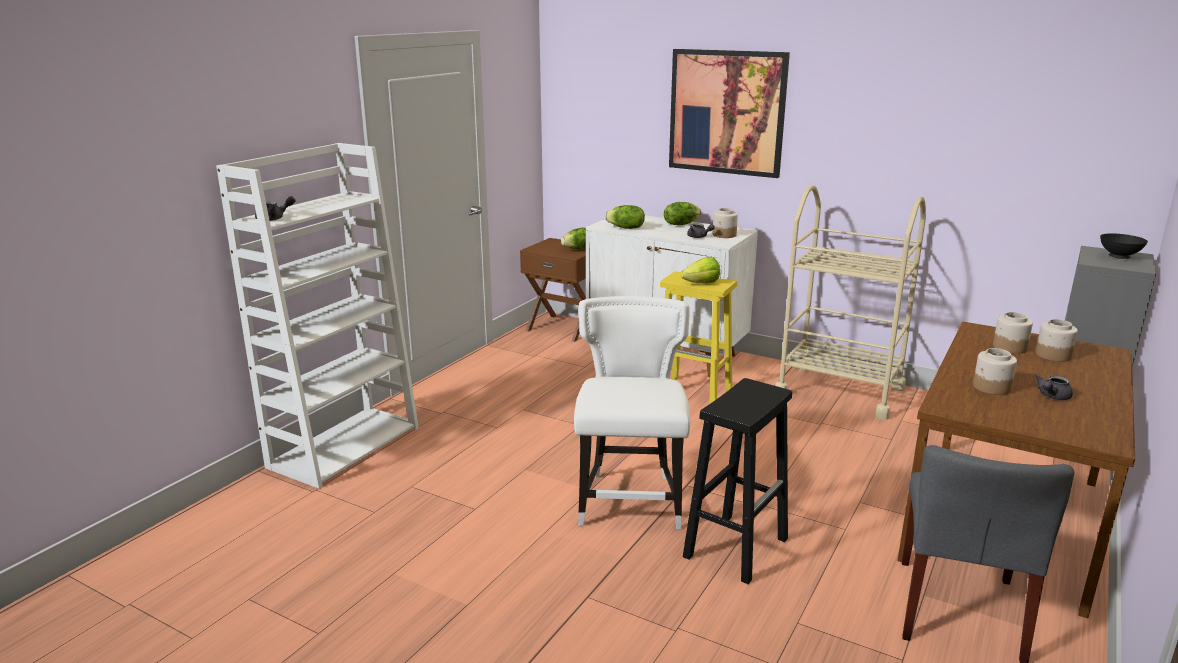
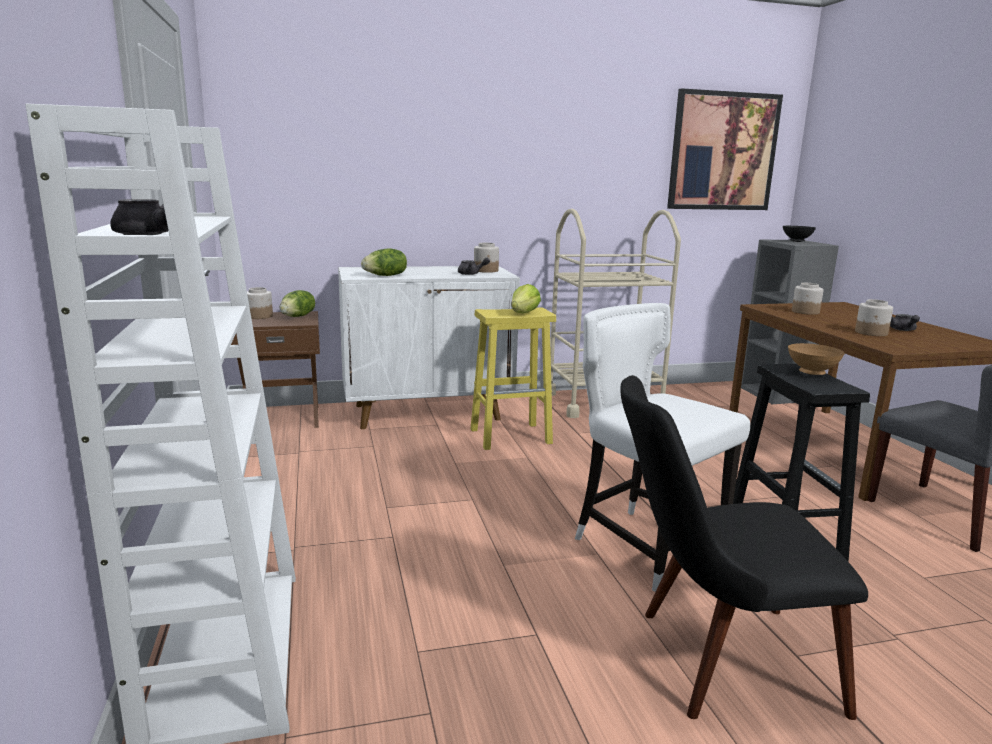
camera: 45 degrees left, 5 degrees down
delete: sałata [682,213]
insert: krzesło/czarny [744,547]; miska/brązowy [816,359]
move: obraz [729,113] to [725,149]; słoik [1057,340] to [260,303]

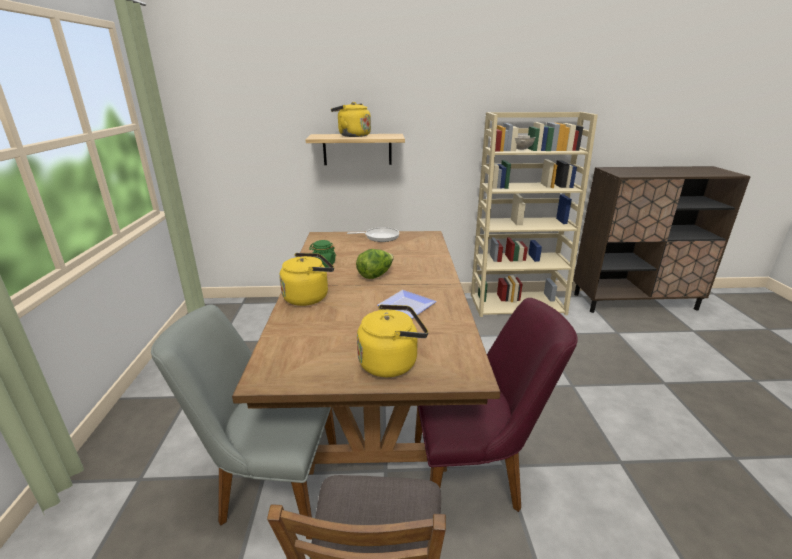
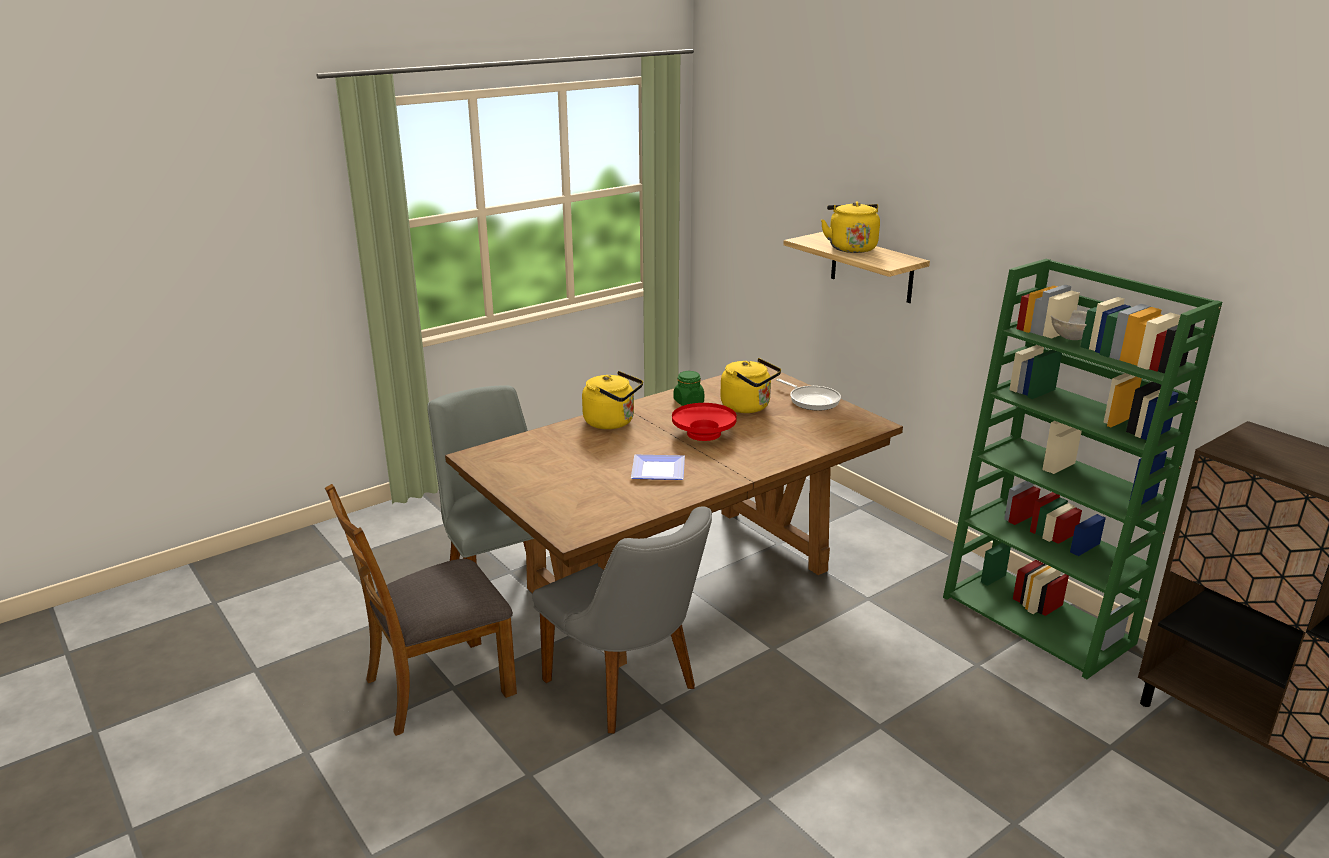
camera: 55 degrees right, 0 degrees up
move: czajnik/żółty [392,340] to [750,385]
replace: sałata [375,264] to miska/czerwony [704,422]
recolor: krzesło/fioletowy [496,405] to krzesło/szary [622,620]; regał/beżowy [534,214] to regał/zielony [1082,469]

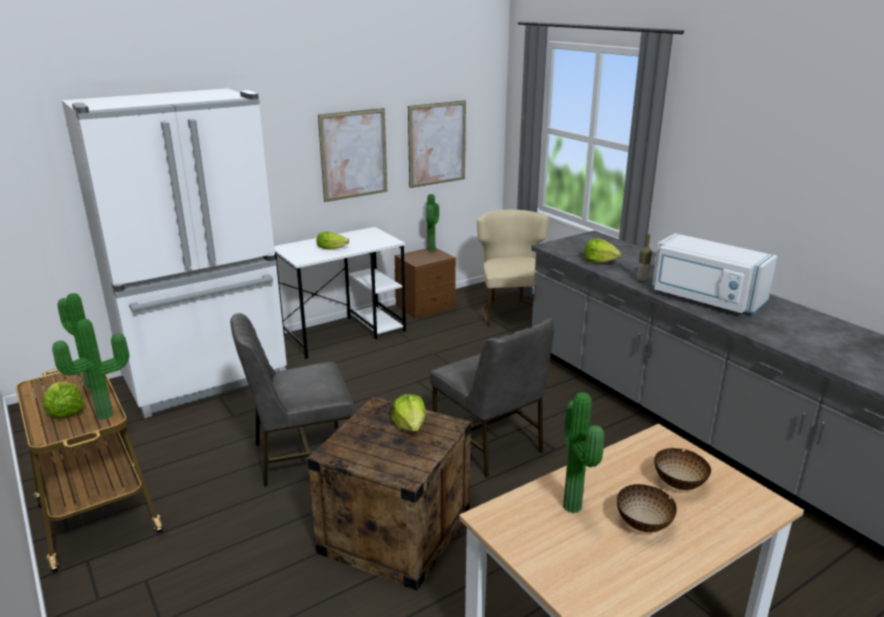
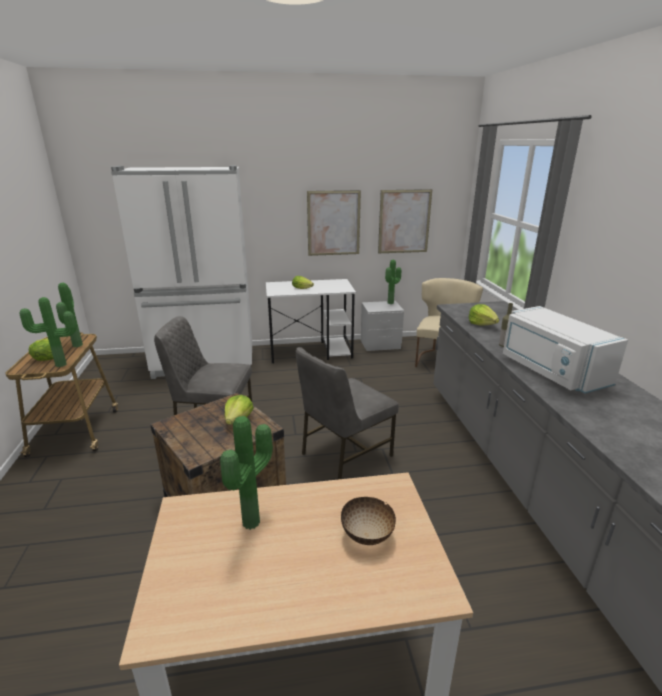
camera: 25 degrees right, 0 degrees up
delete: miska [647,508]
recolor: szafka nocna/brązowy [425,282] to szafka nocna/szary [382,326]
rotate: krzesło/szary [492,398] = [347,413] 60 degrees clockwise

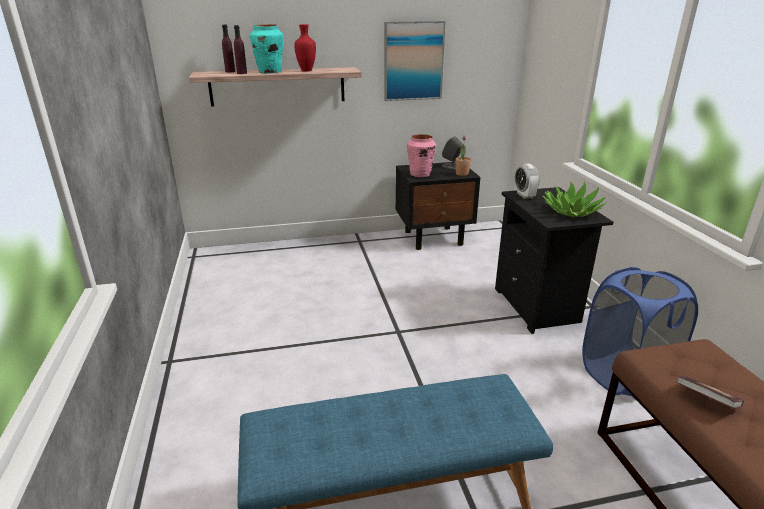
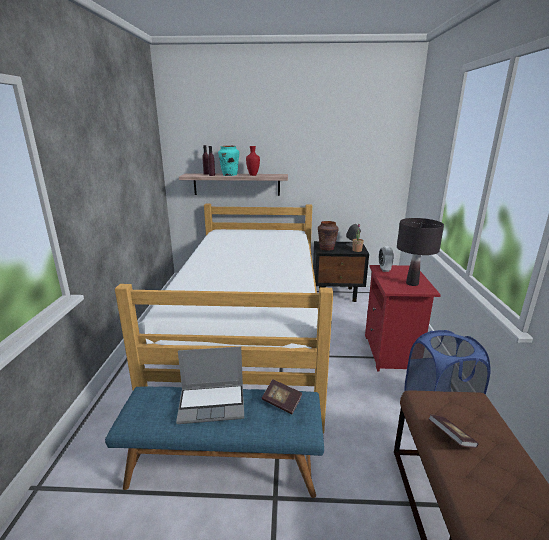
camera: 15 degrees right, 5 degrees down
delete: obraz [415,61]
insert: łóżko [224,319]; laptop [210,385]; książka [282,397]
replace: roślina doniczkowa [574,199] to lampa stołowa/czarny [420,252]
recolor: wazon/różowy [421,155] to wazon/brązowy [328,236]; szafka nocna/czarny [554,260] to szafka nocna/czerwony [403,318]

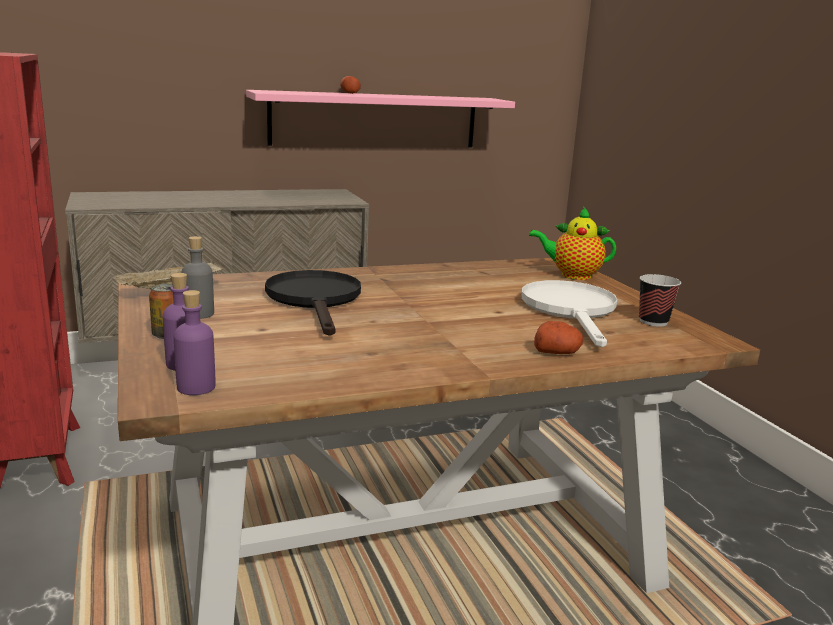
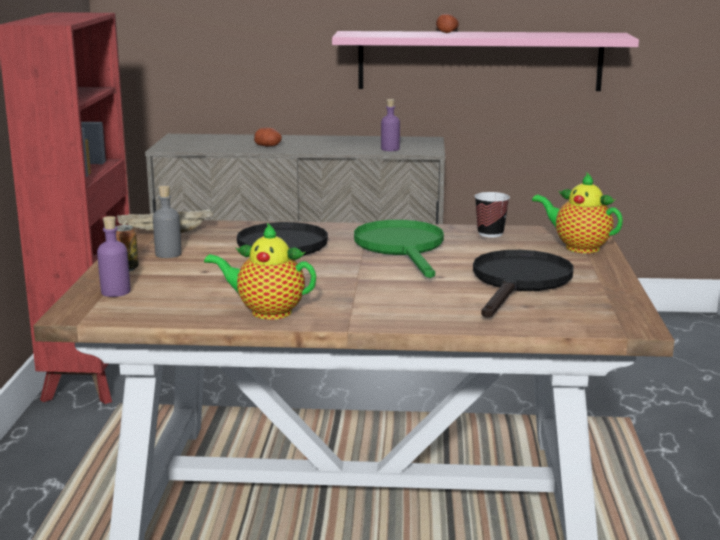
camera: 25 degrees right, 0 degrees up
insert: imbryk [260,271]; patelnia/zielony [399,249]
move: butelka/fioletowy [195,342] to [390,125]; ziemniak [558,337] to [268,136]; filiżanka [660,300] to [492,215]
recolor: patelnia/biały [569,313] to patelnia/czarny [523,284]

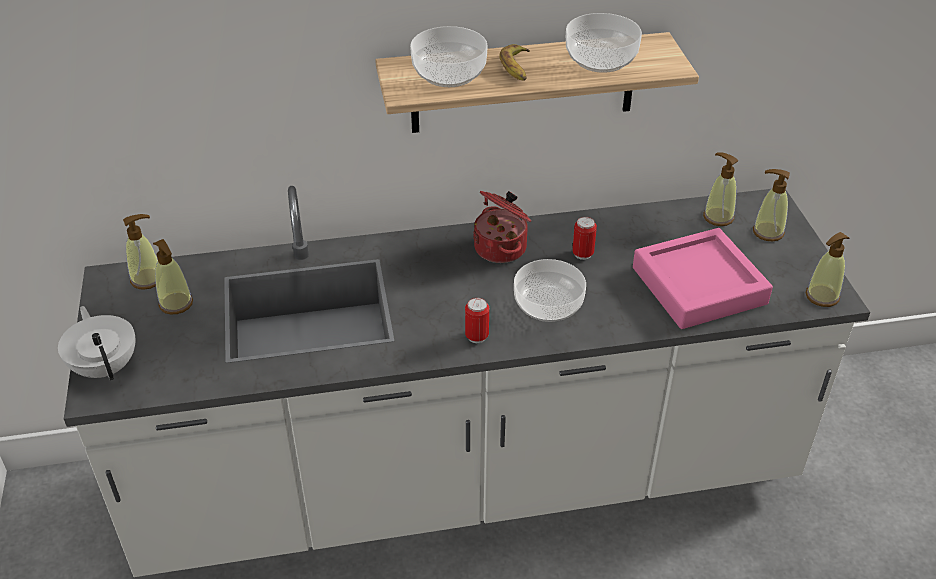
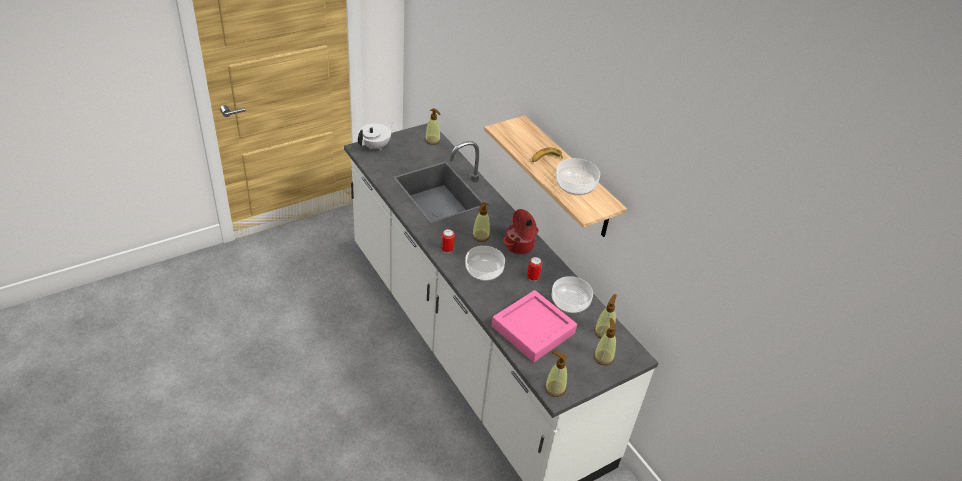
camera: 65 degrees right, 0 degrees up
move: dozownik mydła [173,276] to [481,222]; miska [449,56] to [572,294]

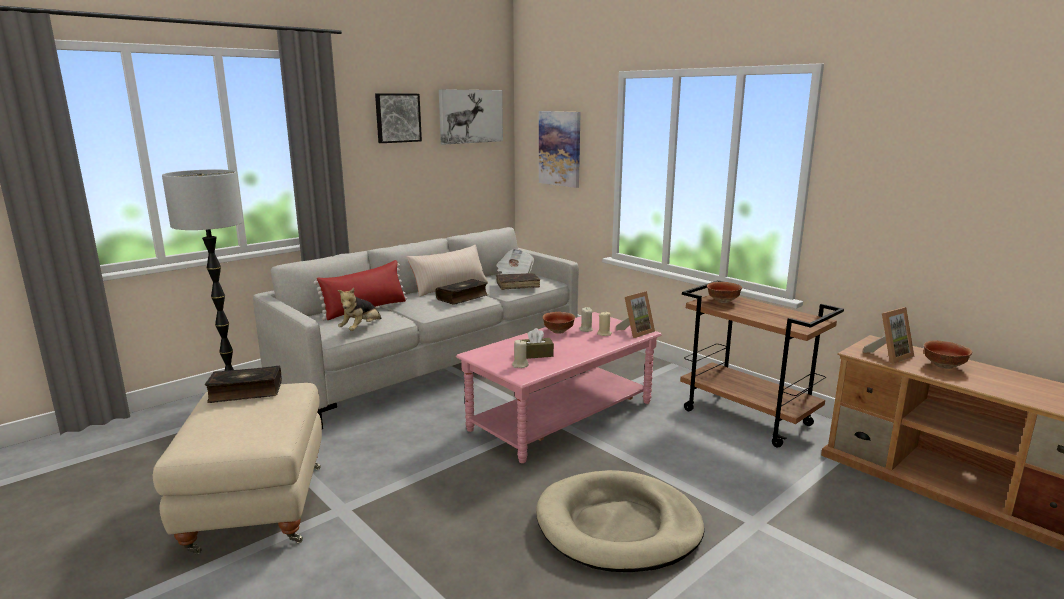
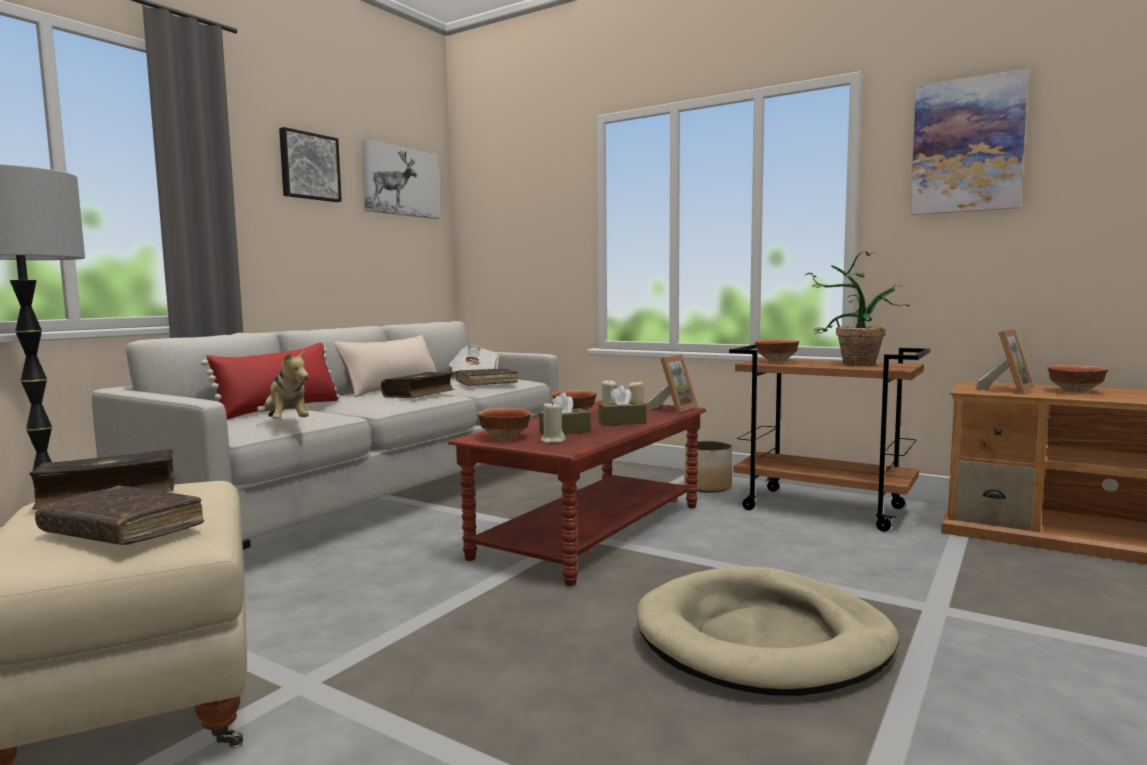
camera: 15 degrees left, 10 degrees down
insert: książka/brązowy [119,515]; miska [504,423]; pudełko chusteczek/brązowy [622,406]; donica [708,467]; roślina doniczkowa [857,308]
move: obraz [560,149] to [969,141]
recolor: ława/różowy [559,387] to ława/brązowy [577,493]
rotate: pluszak [360,309] = [283,384] 45 degrees counterclockwise

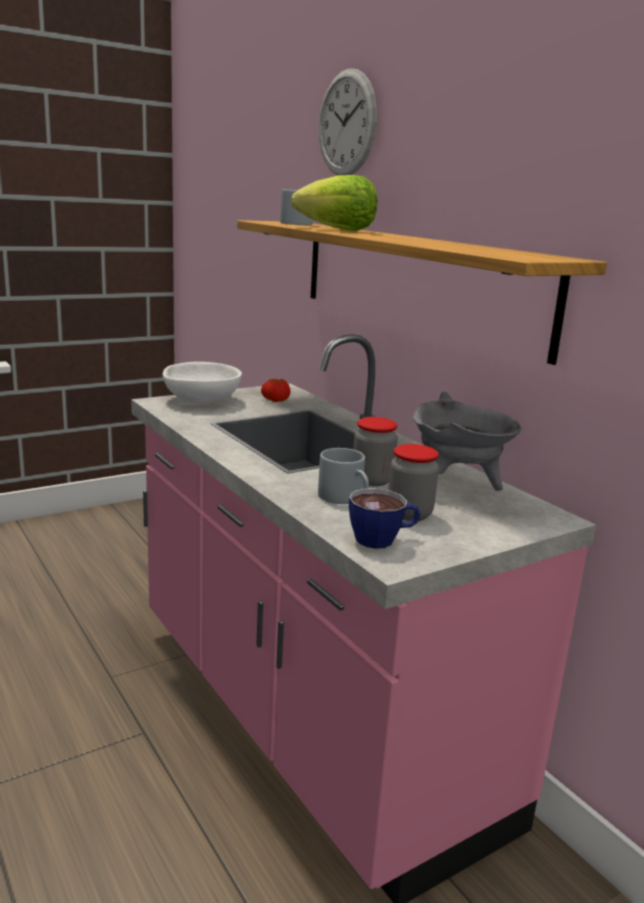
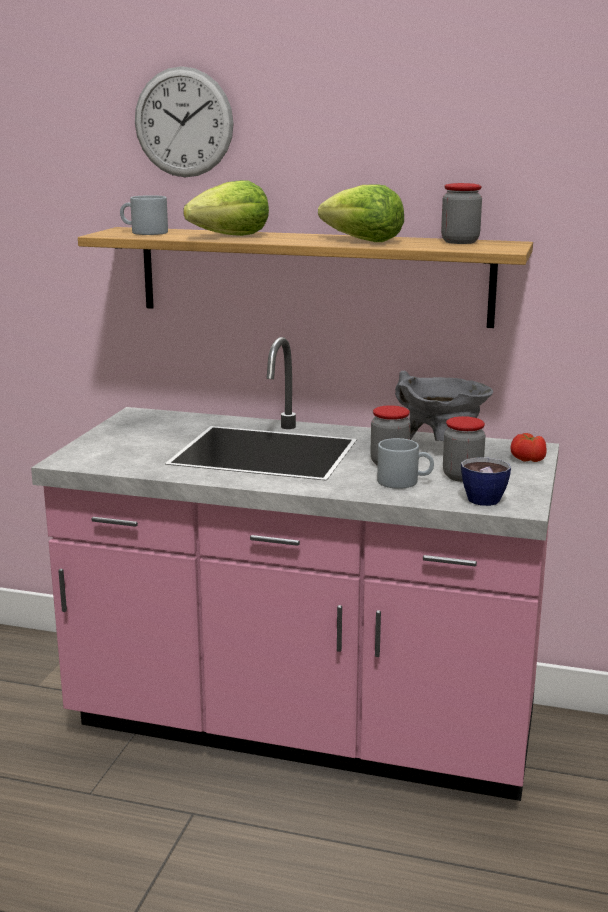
camera: 40 degrees left, 0 degrees up
delete: miska/biały [202,382]
insert: sałata [361,213]; słoik [461,213]
move: pomidor [276,390] to [529,447]

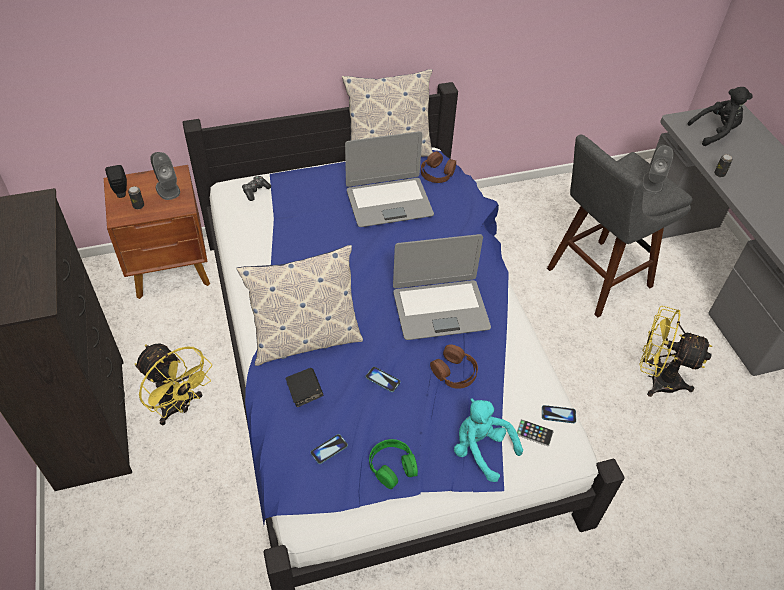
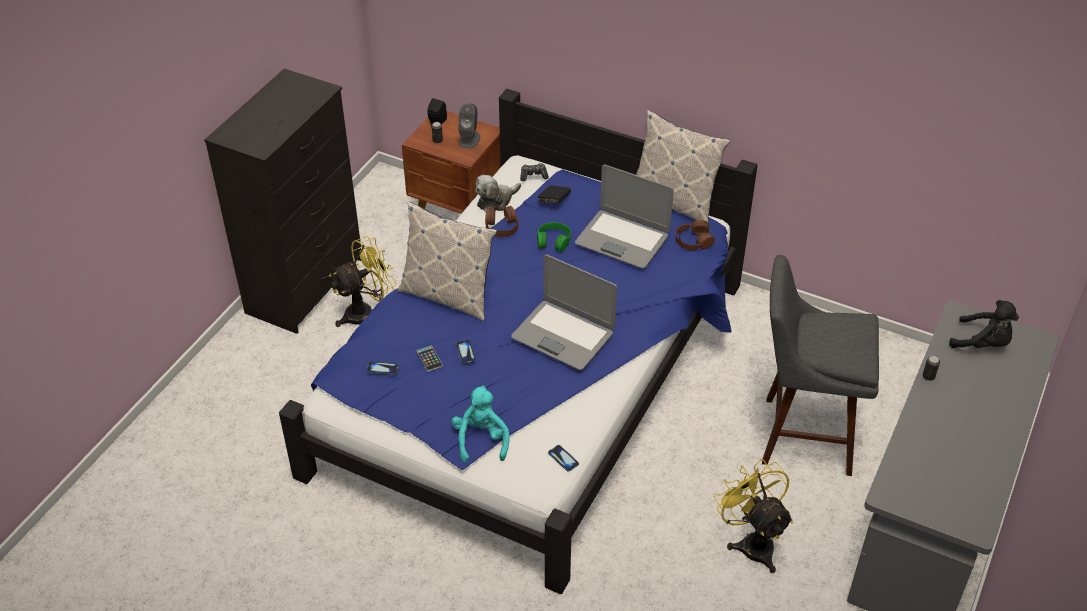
camera: 45 degrees right, 5 degrees down
delete: głośnik/szary [657,169]
insert: pluszak [498,194]
move: książka/czarny [304,387] to [554,194]; słuchawki/zielony [393,464] to [554,237]; słuchawki/brązowy [454,366] to [501,221]; telefon [535,433] to [430,359]
rotate: wentylator/żółty [173,385] = [363,281] 120 degrees counterclockwise

